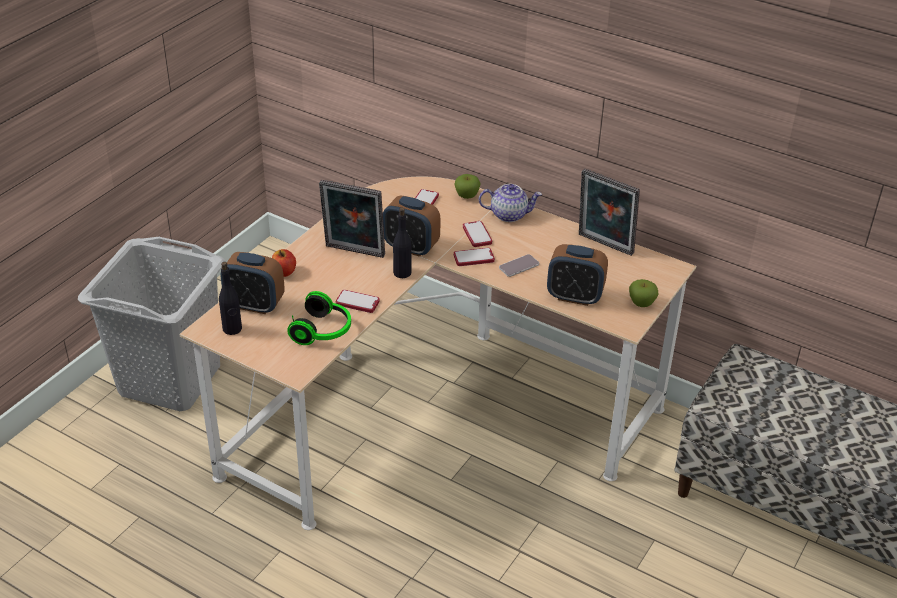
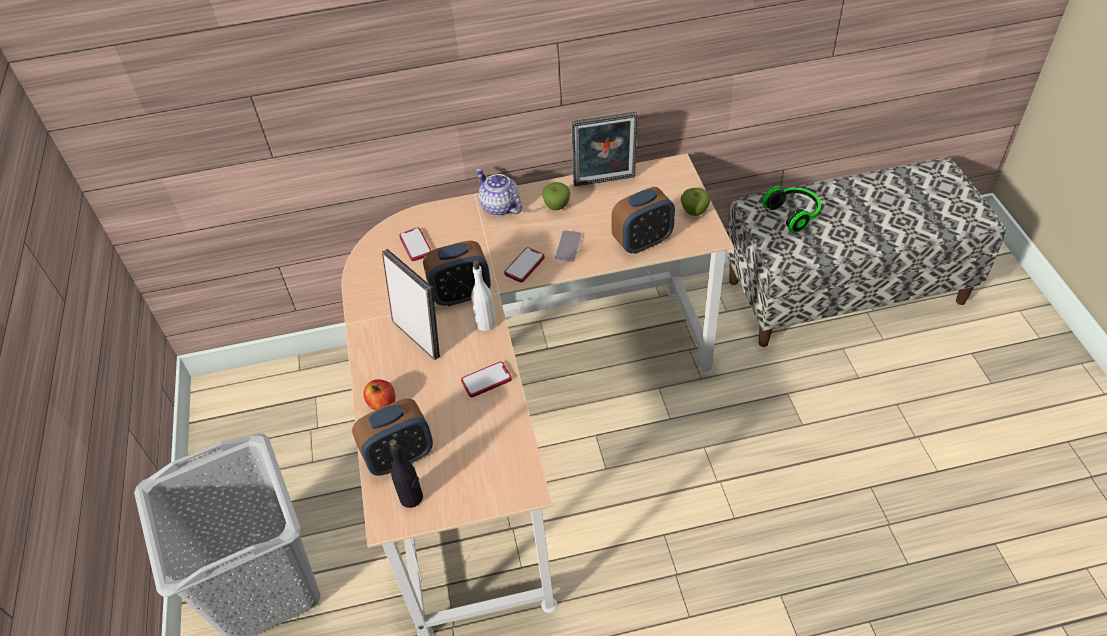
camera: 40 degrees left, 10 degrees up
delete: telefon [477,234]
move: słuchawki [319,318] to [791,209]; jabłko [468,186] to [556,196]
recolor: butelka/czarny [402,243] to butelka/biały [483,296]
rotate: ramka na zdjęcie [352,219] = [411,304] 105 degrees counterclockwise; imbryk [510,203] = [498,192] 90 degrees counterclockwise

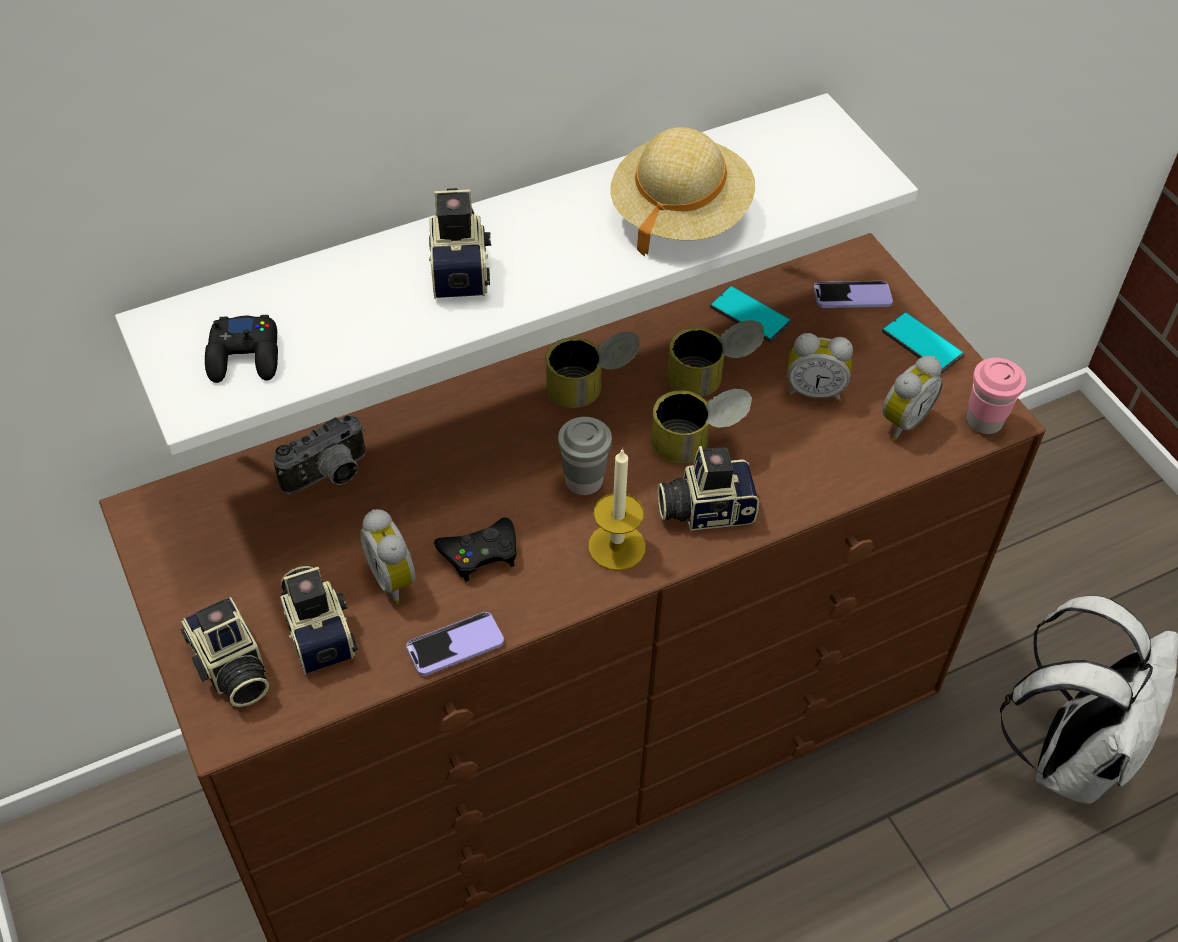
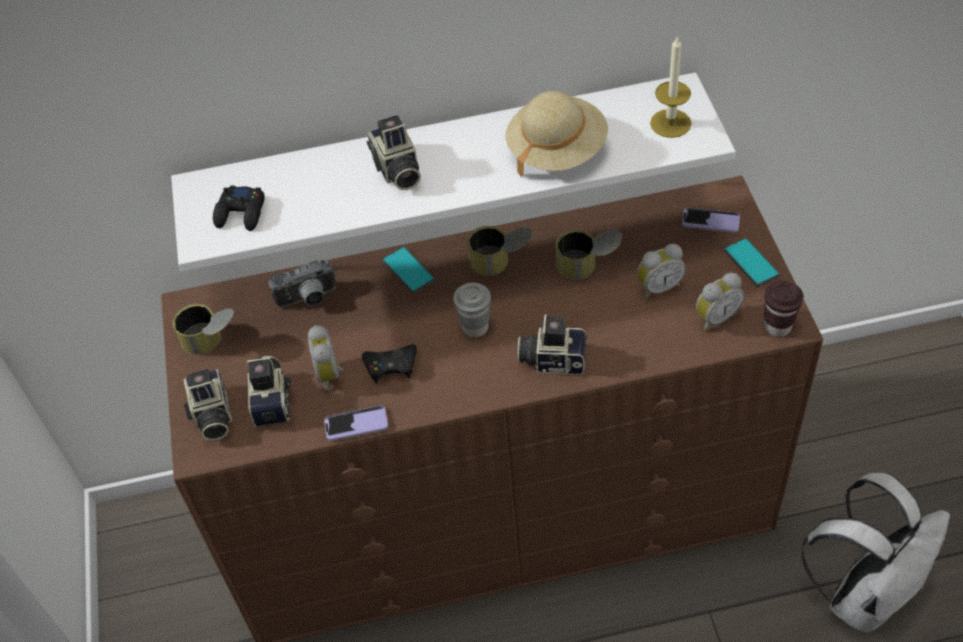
camera: 20 degrees right, 0 degrees up
move: świeca [617,509] to [671,86]; puszka [701,426] to [203,329]; telefon [751,314] to [409,270]
recolor: filiżanka/różowy [996,396] to filiżanka/brązowy [784,309]
rotate: aparat fotograficzny [460,243] = [394,152] 150 degrees clockwise; budzik [820,367] = [661,271] 45 degrees counterclockwise

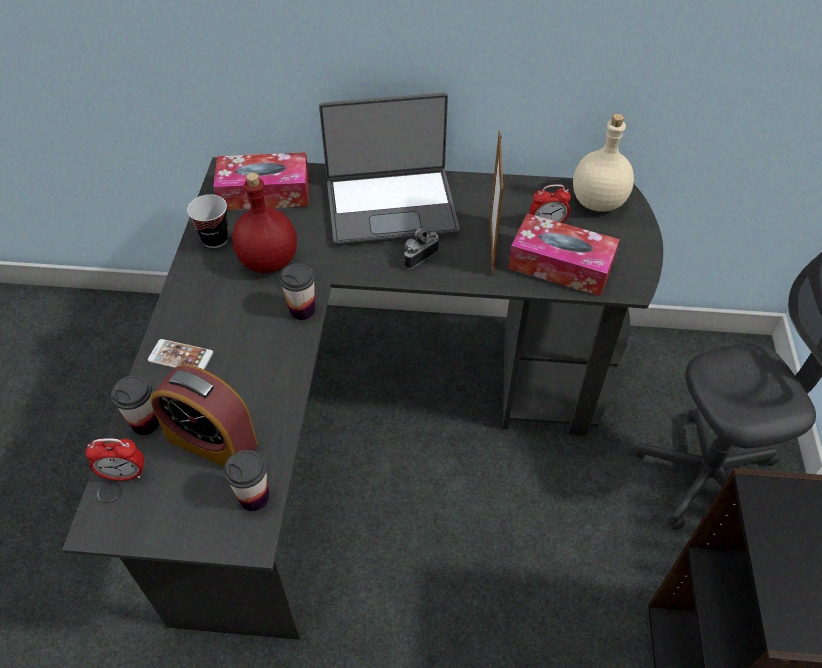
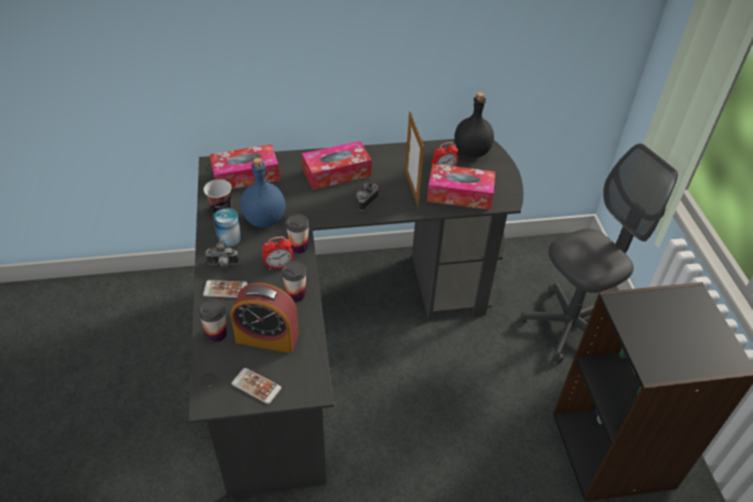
camera: 15 degrees left, 5 degrees down
insert: aparat fotograficzny [222,254]; puszka [227,227]; telefon [256,386]
move: budzik [114,459] to [278,253]; filiżanka [246,480] to [294,281]
replace: laptop [389,169] to pudełko chusteczek [337,165]
recolor: butelka/czerwony [264,223] to butelka/niebieski [263,193]; butelka/beżowy [603,163] to butelka/czarny [474,125]

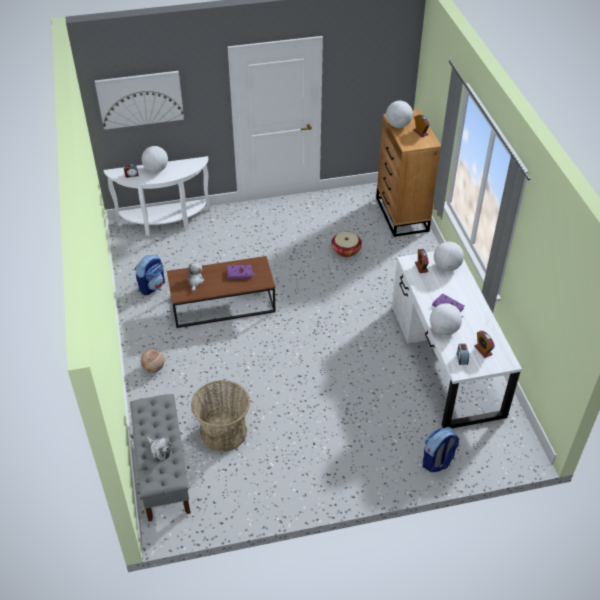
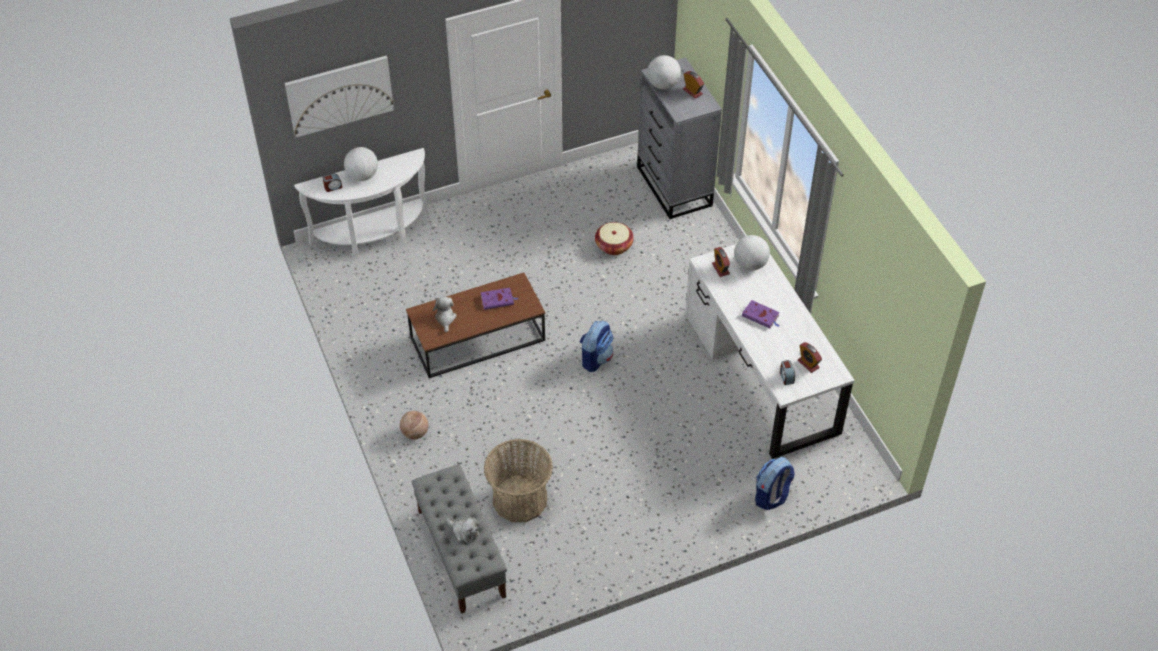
camera: 10 degrees left, 5 degrees up
delete: globus [446,319]
move: plecak [150,275] to [596,346]
recolor: komoda/brązowy [408,173] to komoda/szary [679,138]

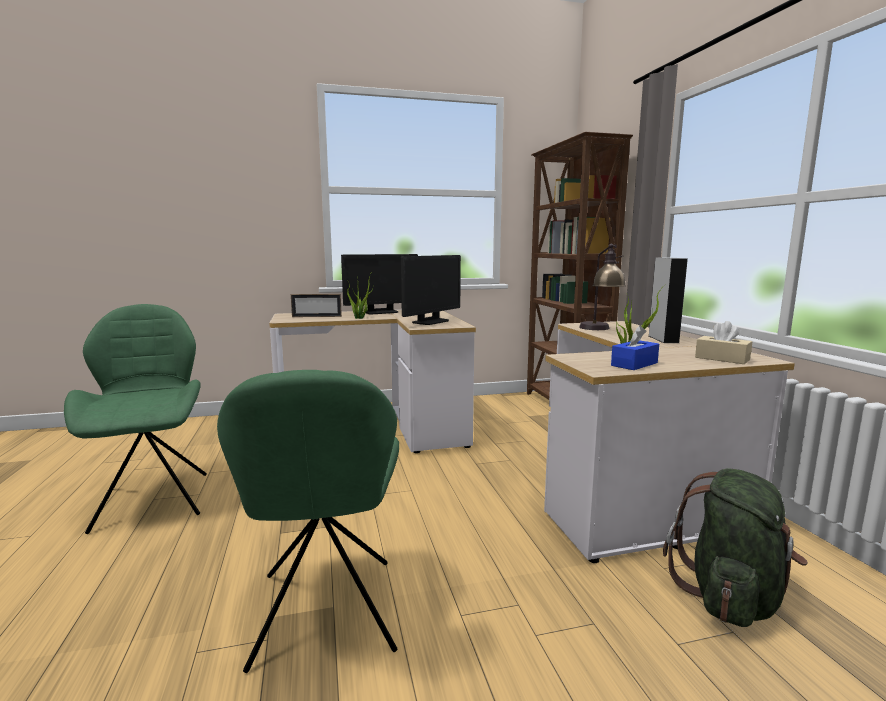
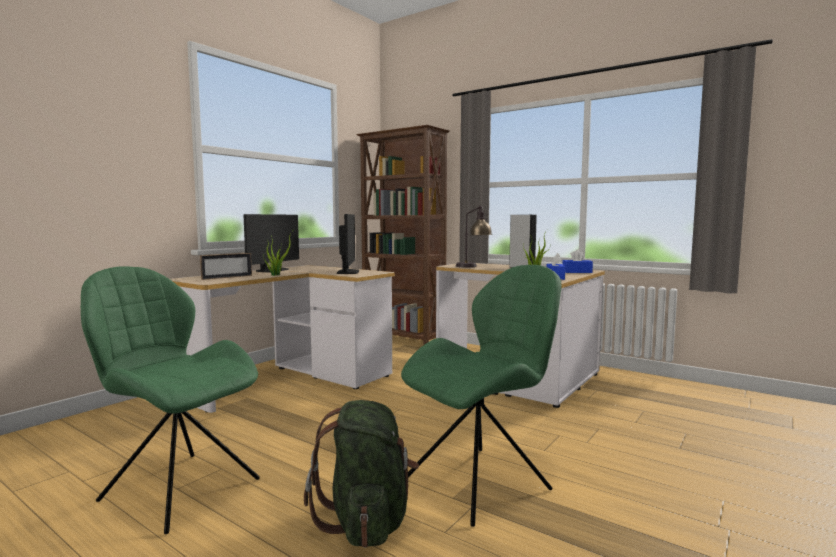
camera: 40 degrees left, 5 degrees down
move: plecak/zielony [735,547] to [361,474]
recolor: pudełko chusteczek/beżowy [723,342] to pudełko chusteczek/niebieski [577,261]
rotate: krzesło/zielony [308,521] = [481,396] 75 degrees counterclockwise

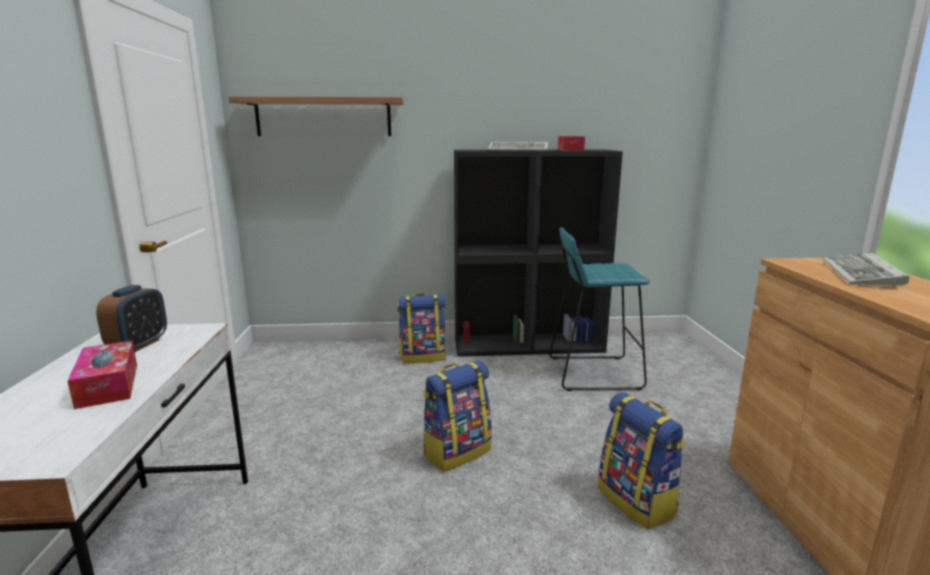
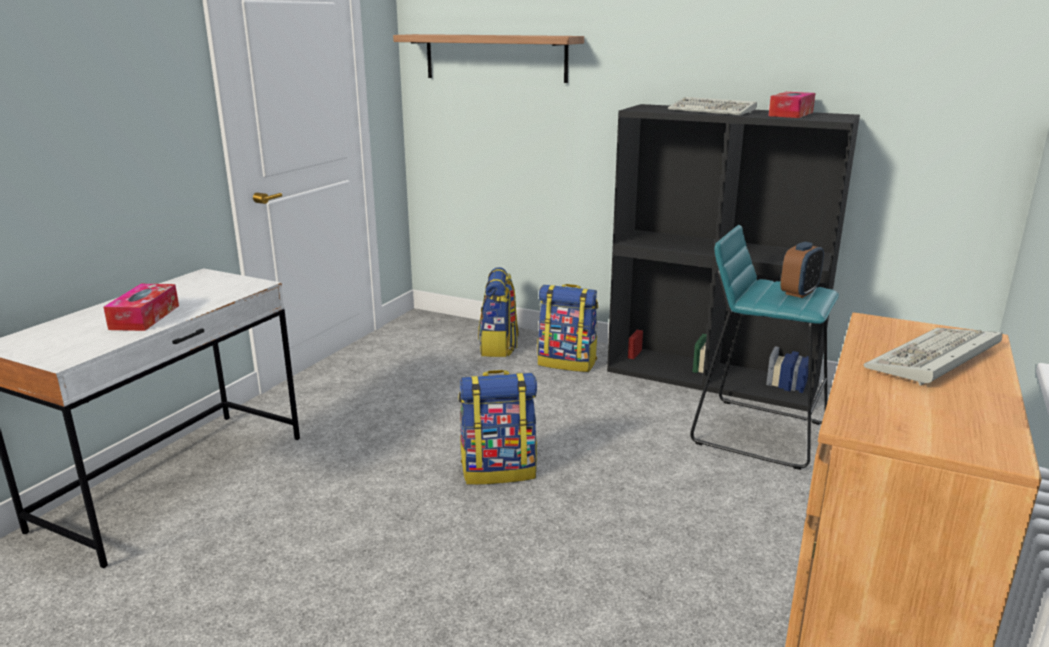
camera: 30 degrees right, 5 degrees up
move: budzik [131,318] to [802,270]; plecak [641,460] to [498,312]

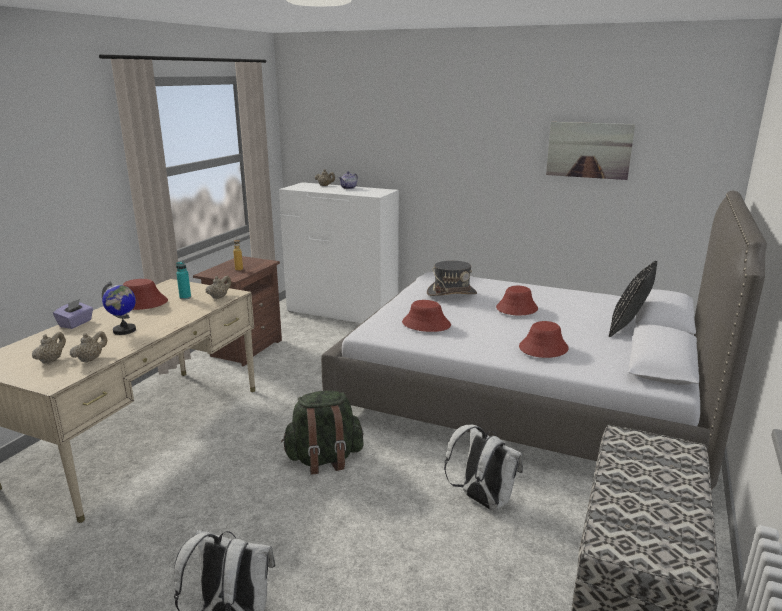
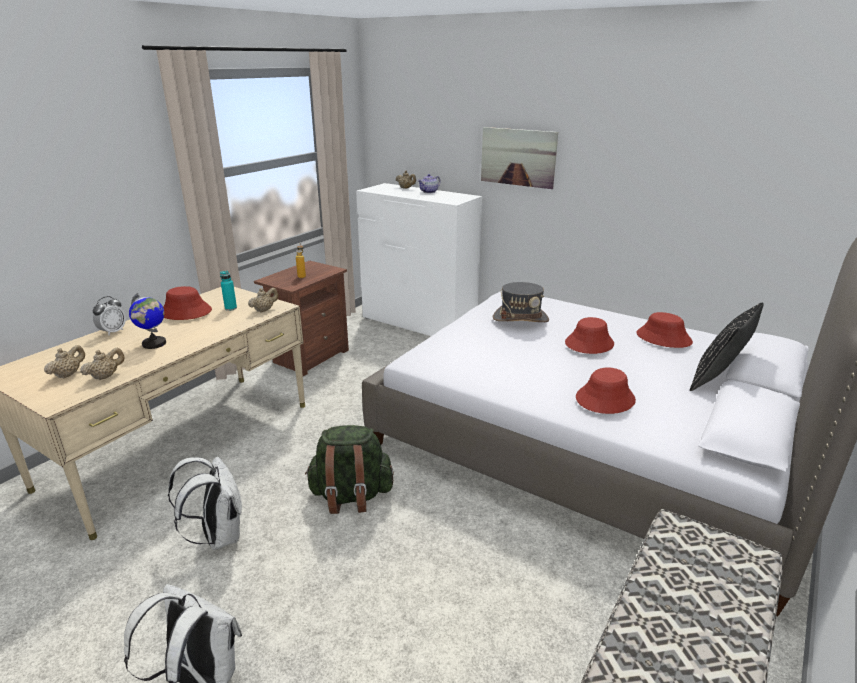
camera: 10 degrees right, 5 degrees up
move: kapelusz/czerwony [426,316] to [664,330]; plecak/biały [483,468] to [205,503]; obraz [590,151] to [519,158]
replace: pudełko chusteczek/fioletowy [73,314] to budzik [109,316]

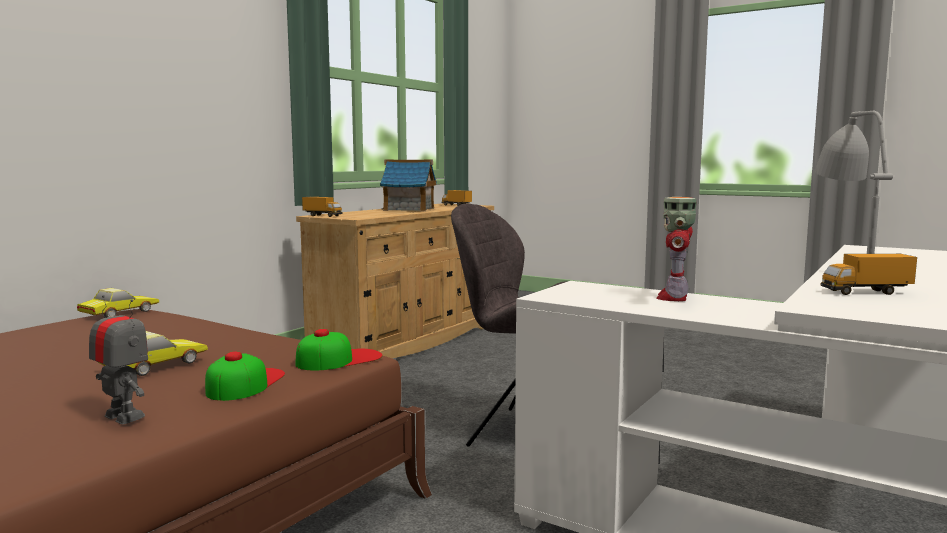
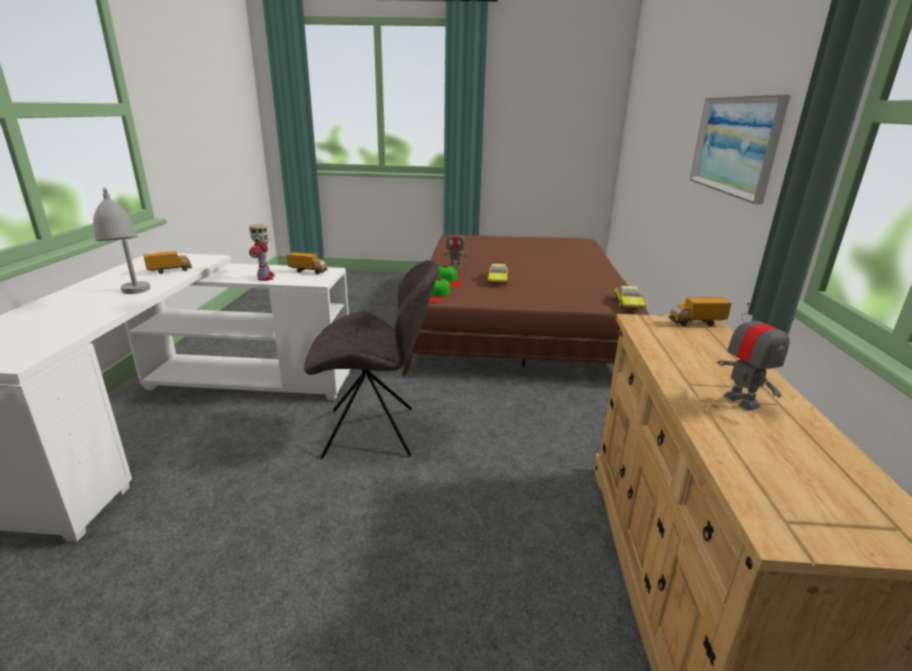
camera: 150 degrees right, 15 degrees up
insert: obraz [740,149]
move: ciężarówka zabawkowa [456,198] to [307,263]
replace: domek [408,185] to robot zabawkowy [755,356]

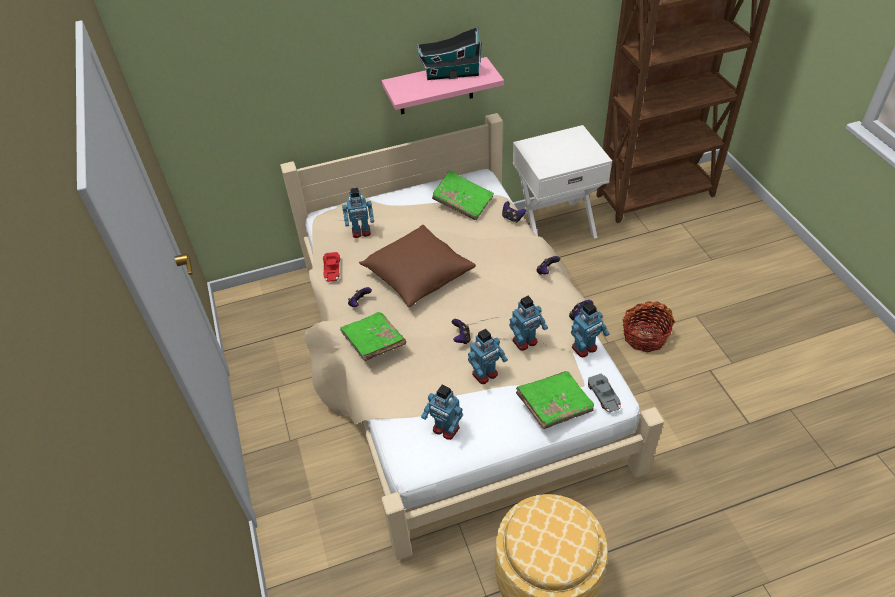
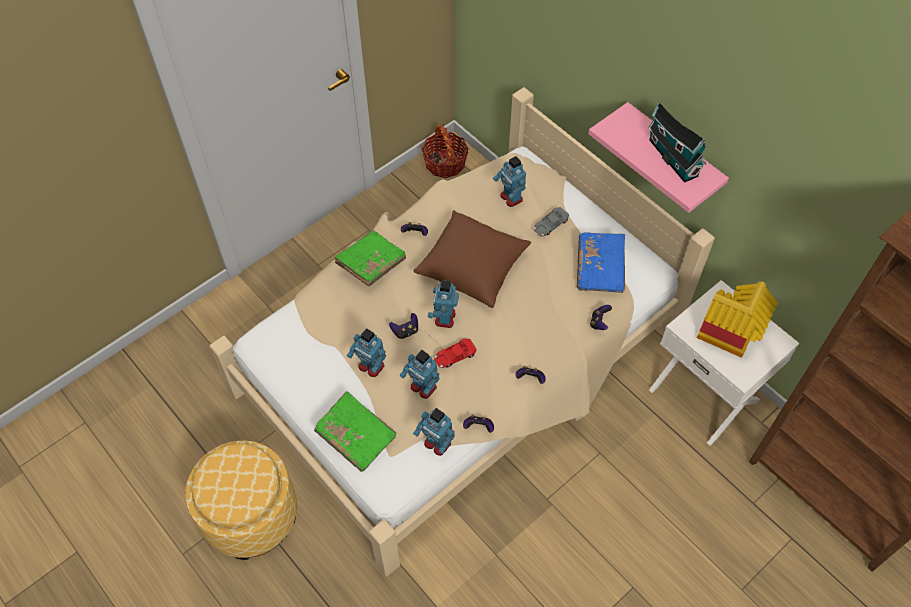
camera: 65 degrees right, 10 degrees up
insert: domek [737,319]
move: samochodzik/czerwony [331,267] to [455,353]; robot zabawkowy [442,412] to [443,304]; samochodzik/szary [604,393] to [551,222]; koszyk [649,327] to [445,151]
recolor: książka/zielony [463,195] to książka/niebieski [601,262]

